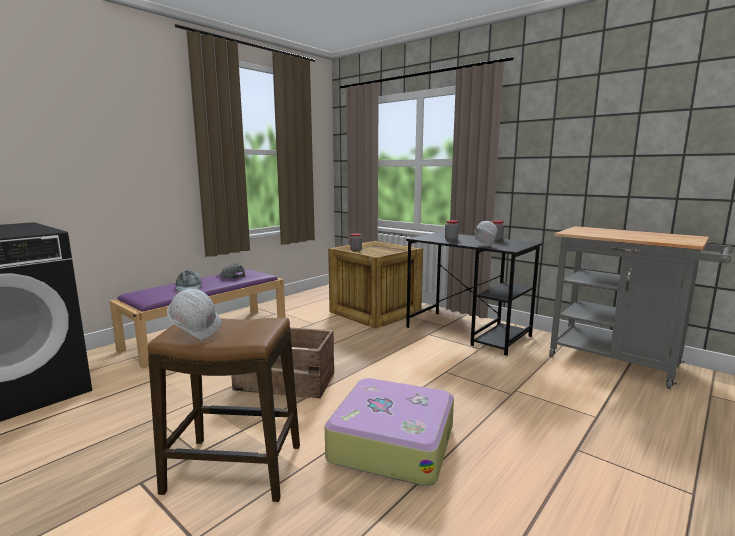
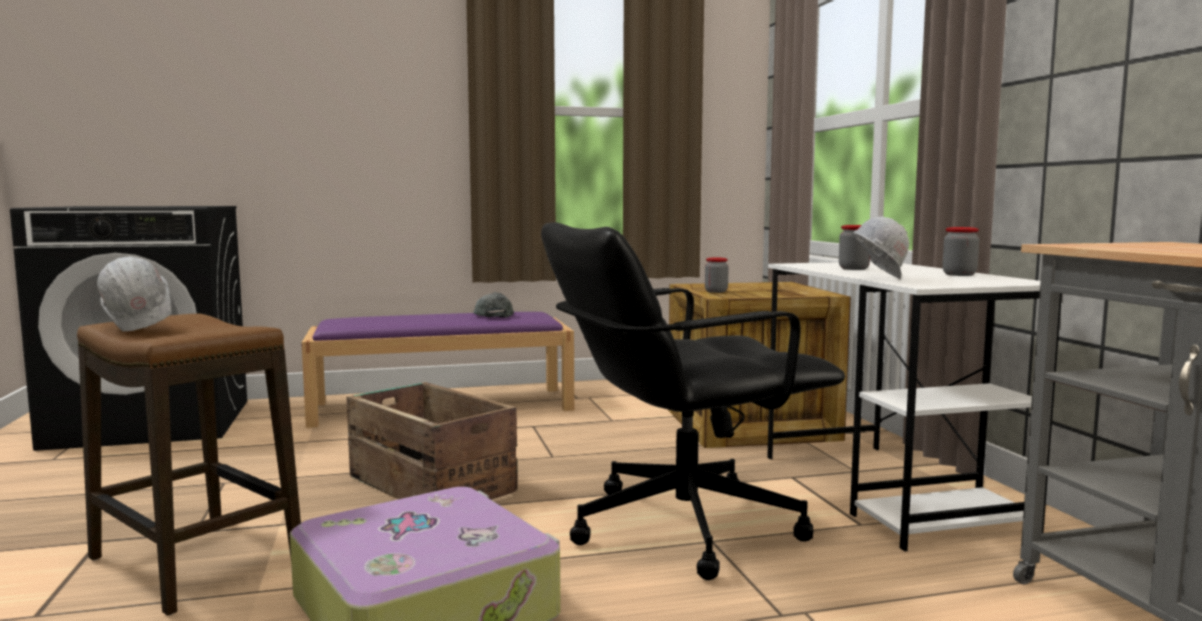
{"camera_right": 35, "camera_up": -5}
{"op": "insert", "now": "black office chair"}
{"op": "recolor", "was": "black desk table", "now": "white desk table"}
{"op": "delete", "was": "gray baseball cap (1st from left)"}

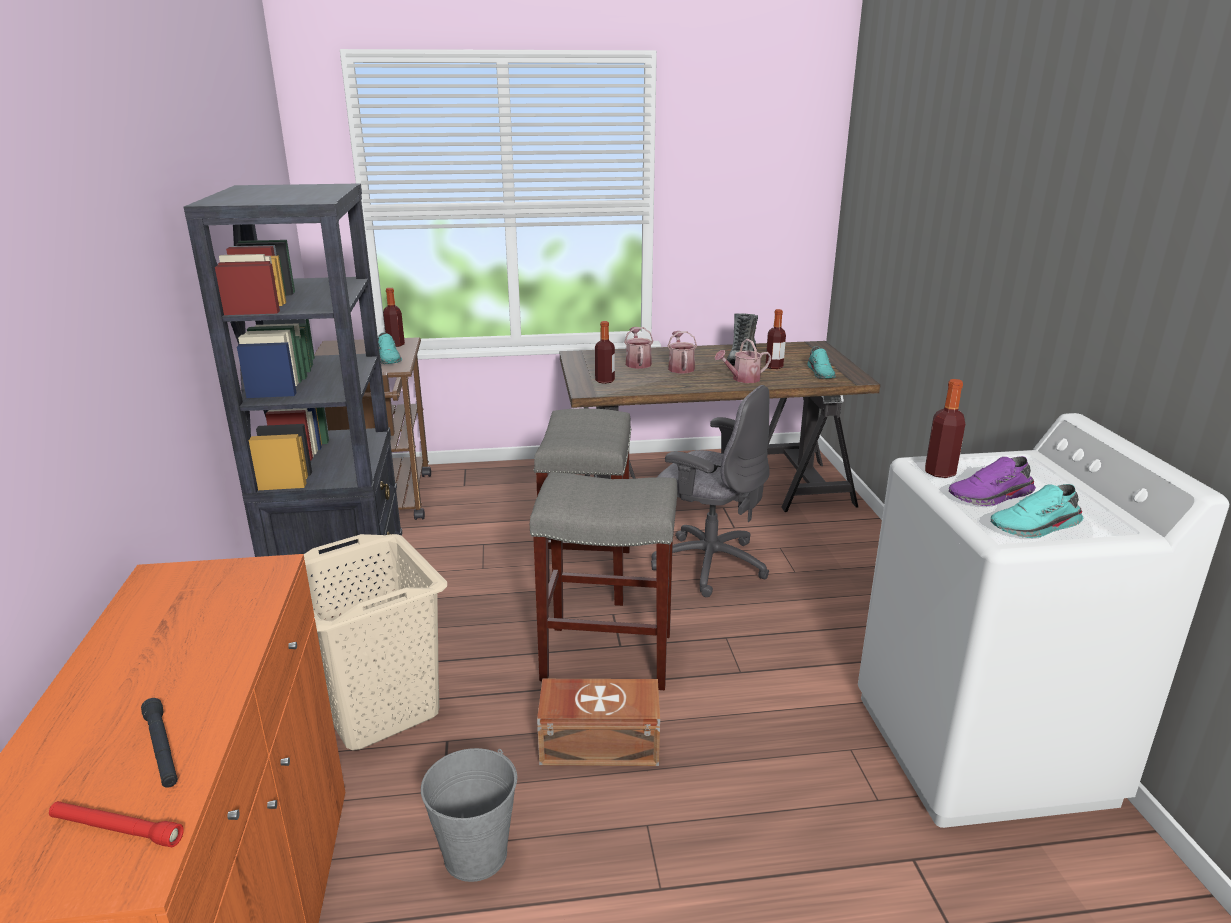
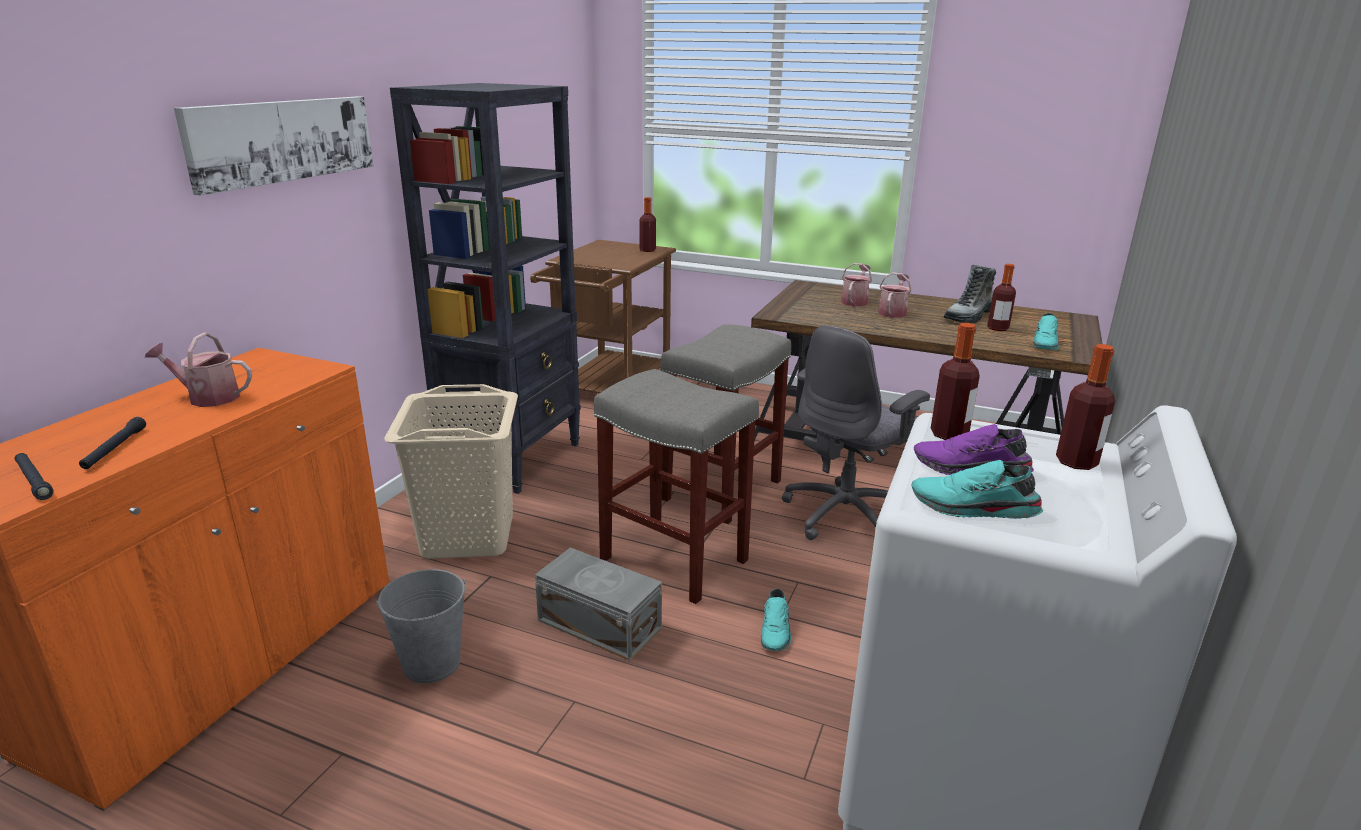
{"camera_right": 30, "camera_up": 0}
{"op": "recolor", "was": "red hand torch", "now": "black hand torch (1st from left)"}
{"op": "move", "was": "watering pot (3rd from left in the first image)", "now": "watering pot (1st from left)"}
{"op": "insert", "now": "wall picture"}
{"op": "recolor", "was": "brown storage bin", "now": "gray storage bin"}
{"op": "move", "was": "turquoise-coloured shoe (1st from left)"}
{"op": "rotate", "was": "gray office chair", "clockwise": 75}
{"op": "move", "was": "drink bottle (2nd from left in the first image)", "now": "drink bottle (4th from left)"}

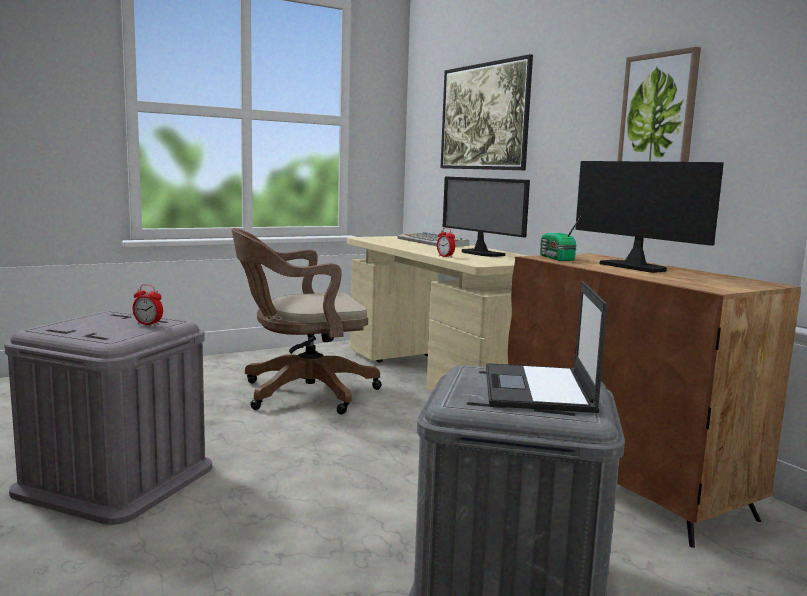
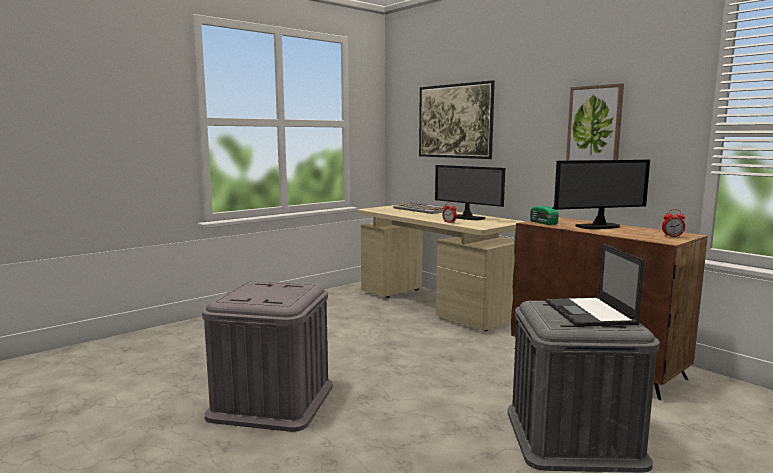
{"camera_right": -10, "camera_up": 0}
{"op": "rotate", "was": "computer screen (2nd from left)", "clockwise": 120}
{"op": "move", "was": "table clock (1st from left in the first image)", "now": "table clock (2nd from left)"}
{"op": "delete", "was": "brown office chair"}

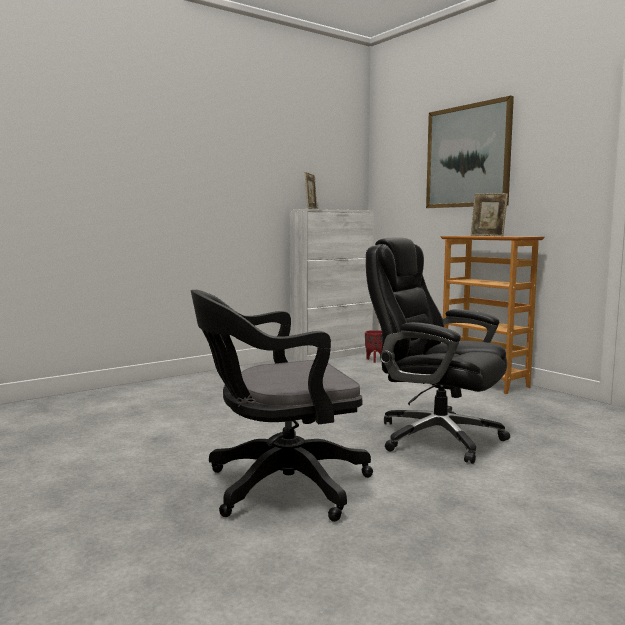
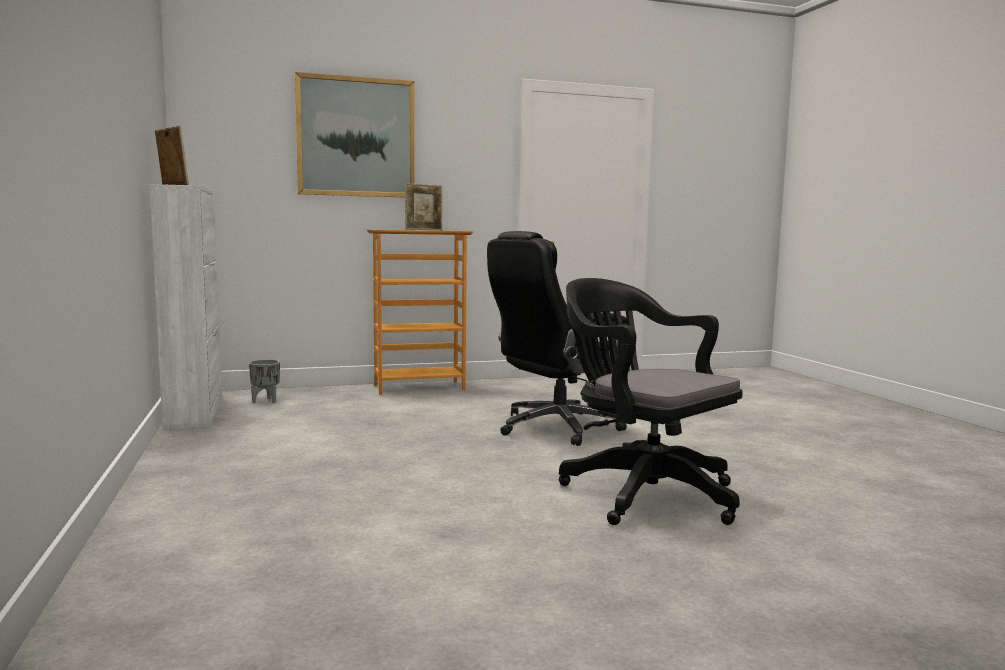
{"camera_right": -70, "camera_up": 0}
{"op": "recolor", "was": "red plant pot", "now": "gray plant pot"}
{"op": "rotate", "was": "black office chair (1st from left in the first image)", "clockwise": 135}

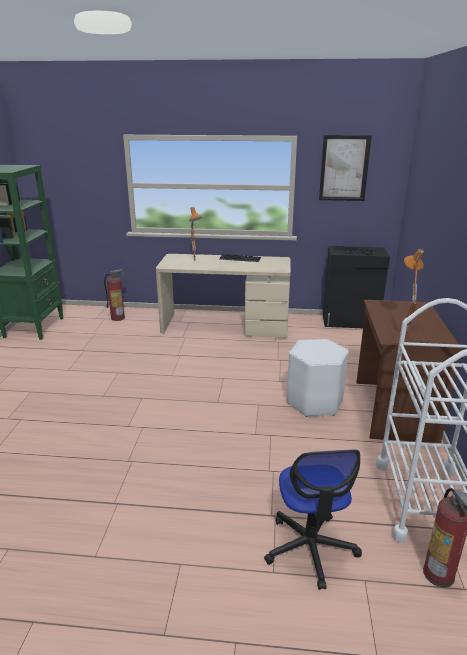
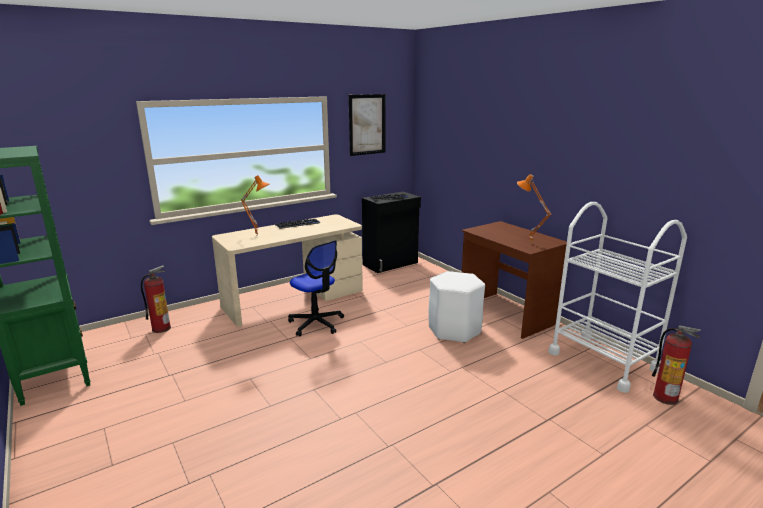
{"camera_right": -40, "camera_up": -5}
{"op": "move", "was": "office chair"}

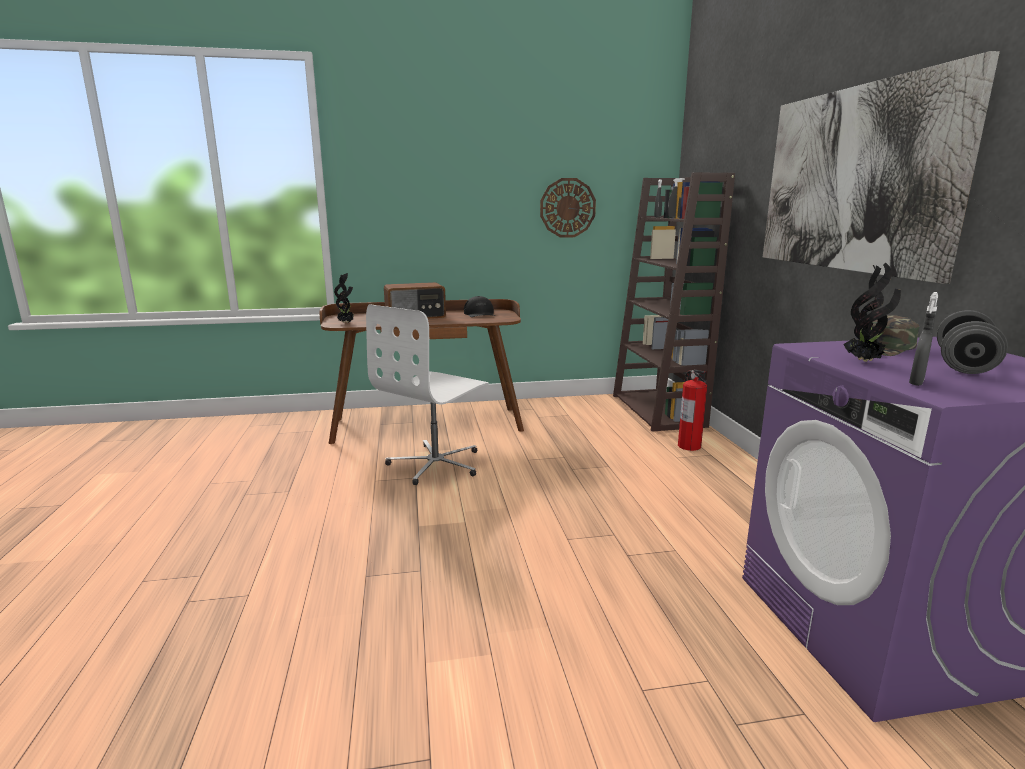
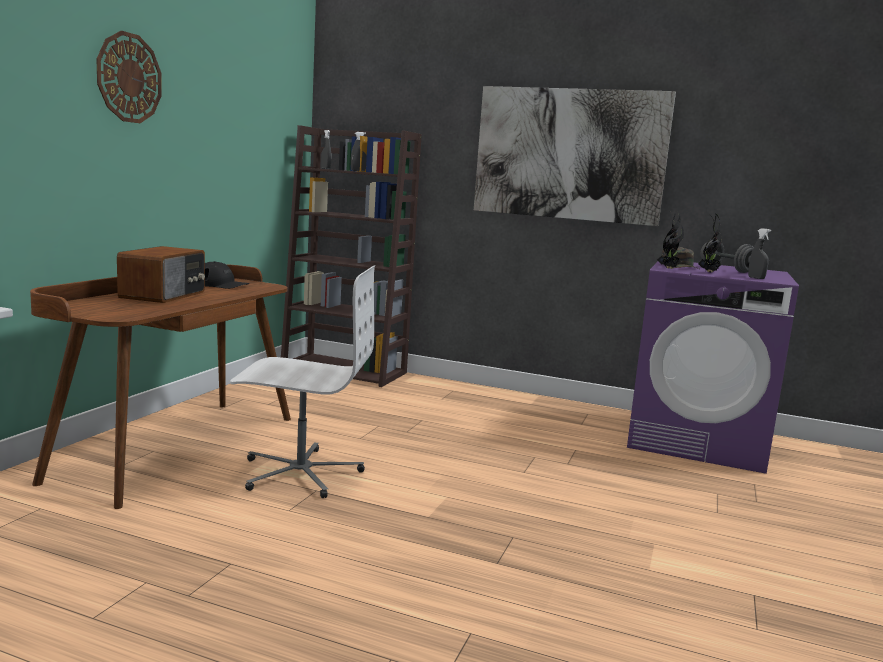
{"camera_right": -60, "camera_up": -5}
{"op": "move", "was": "wall clock"}
{"op": "rotate", "was": "white office chair", "clockwise": -60}
{"op": "move", "was": "potted plant (1st from left)"}
{"op": "delete", "was": "fire extinguisher"}

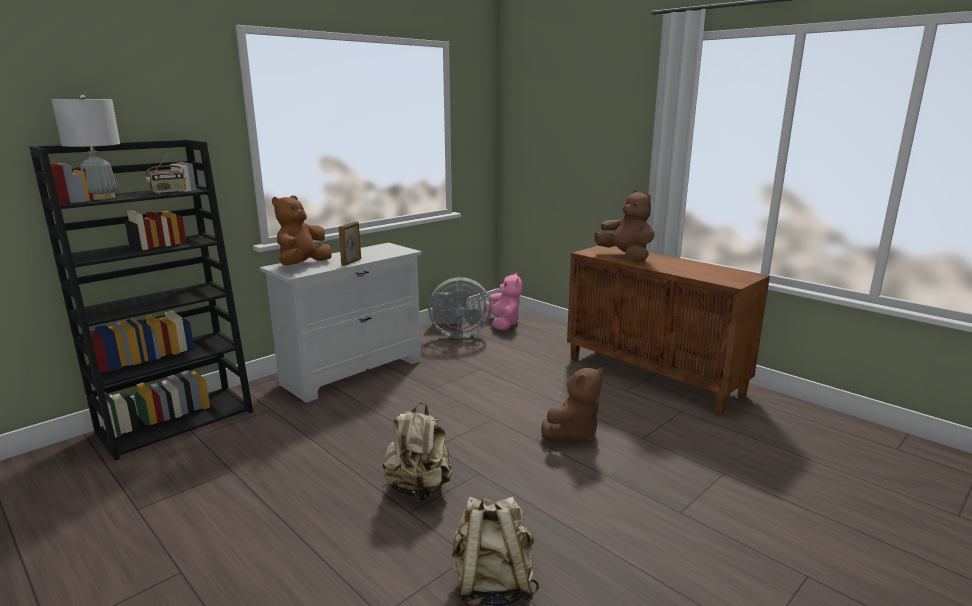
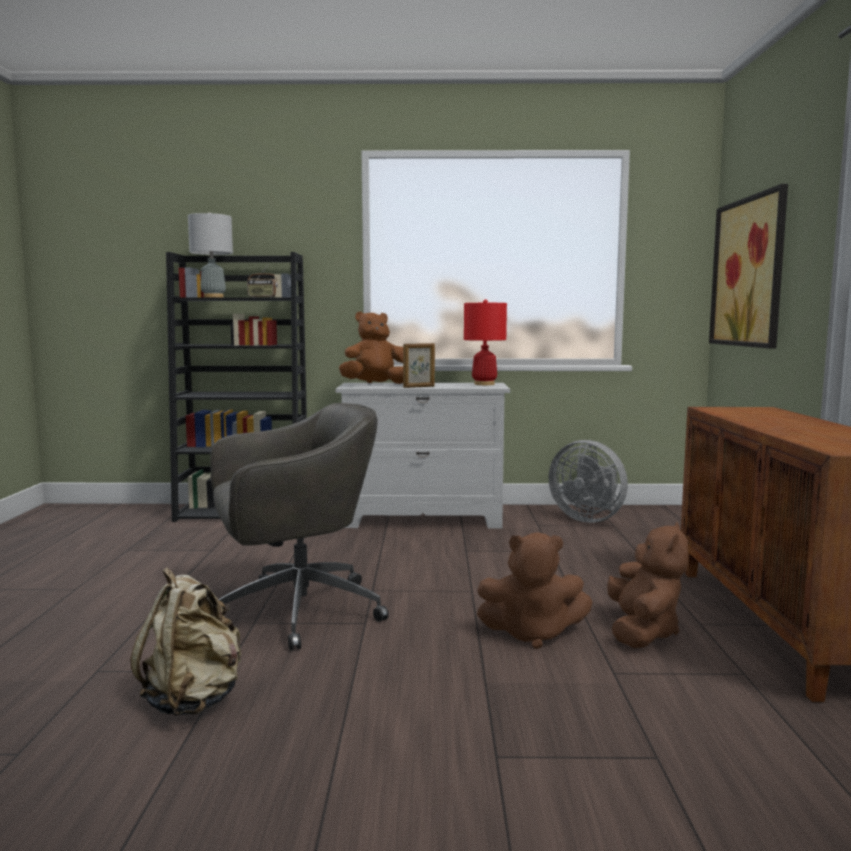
{"camera_right": 45, "camera_up": -10}
{"op": "replace", "was": "sand-coloured backpack (1st from left)", "now": "gray office chair"}
{"op": "insert", "now": "red lamp for a table"}
{"op": "move", "was": "brown cuddly toy (3rd from left)"}
{"op": "insert", "now": "wall picture"}
{"op": "delete", "was": "pink cuddly toy"}

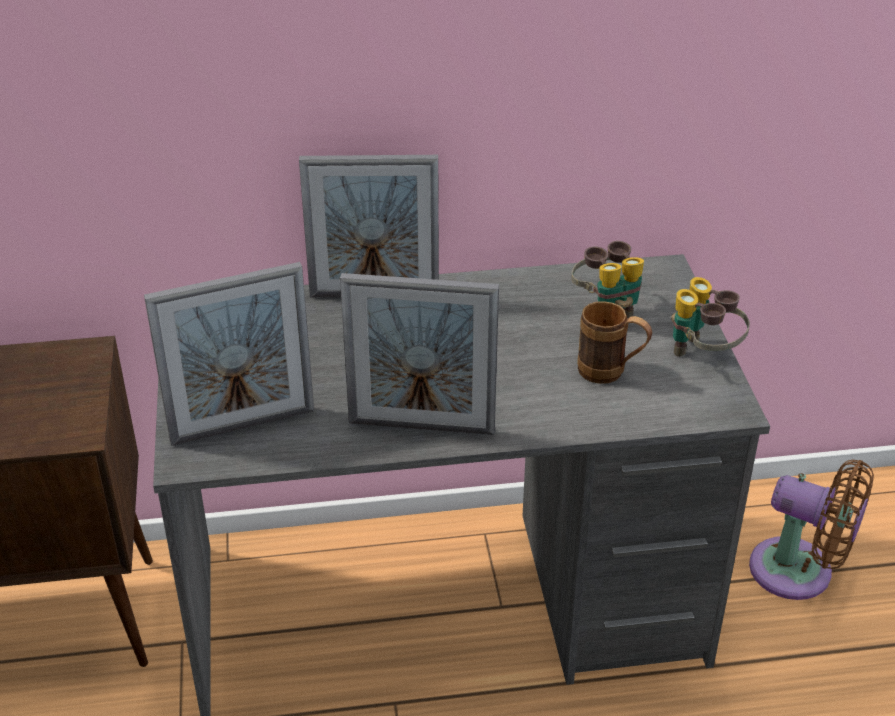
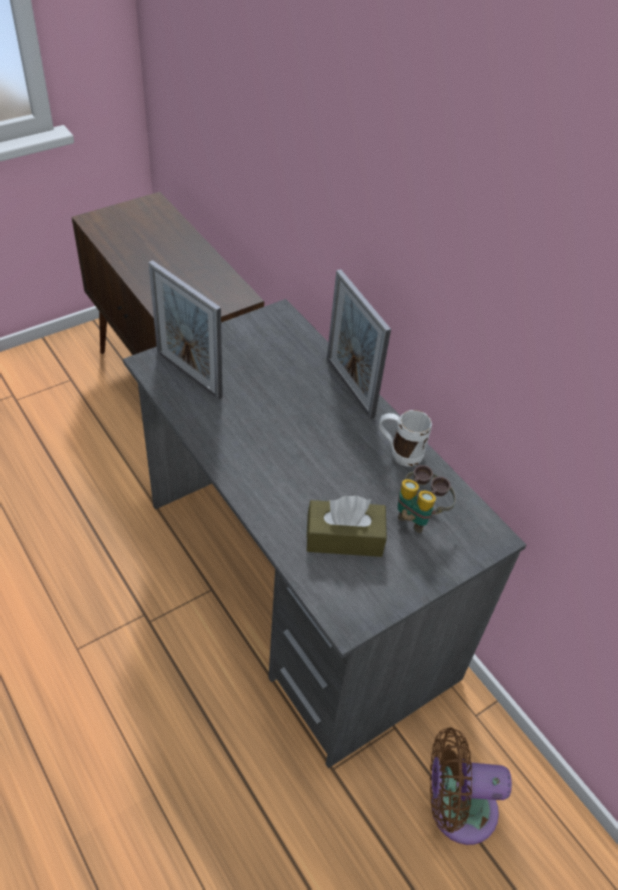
{"camera_right": 60, "camera_up": 10}
{"op": "replace", "was": "brown coffee mug", "now": "brown tissue box"}
{"op": "insert", "now": "white coffee mug"}
{"op": "rotate", "was": "brown electric fan", "clockwise": 90}
{"op": "delete", "was": "photo frame (3rd from left)"}
{"op": "delete", "was": "binoculars (2nd from left)"}

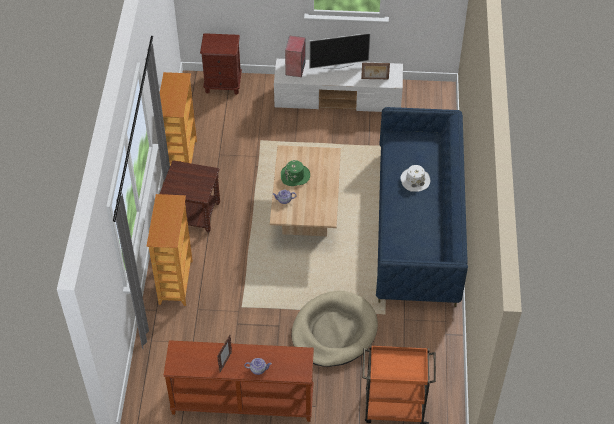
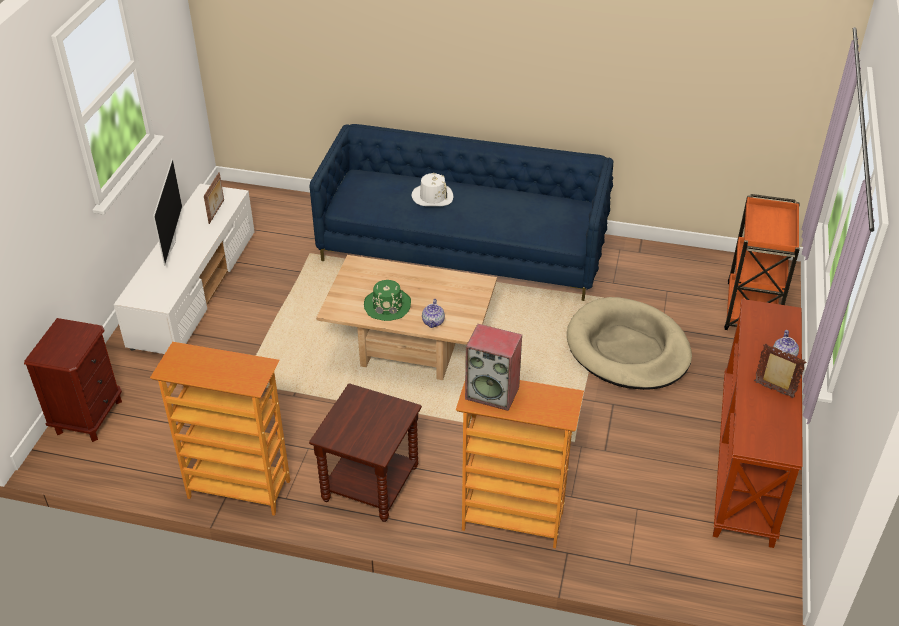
{"camera_right": -80, "camera_up": -10}
{"op": "move", "was": "audio speaker"}

